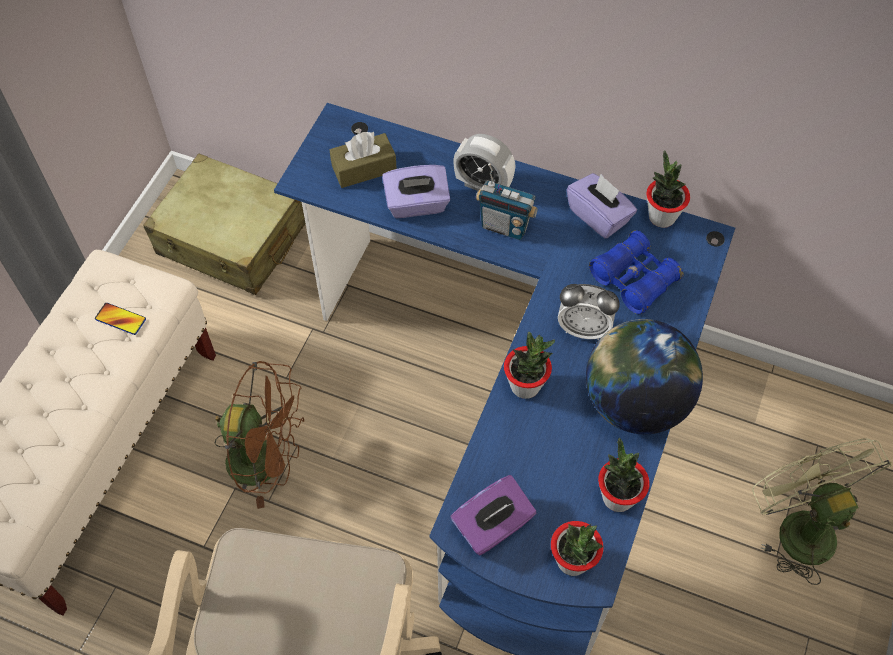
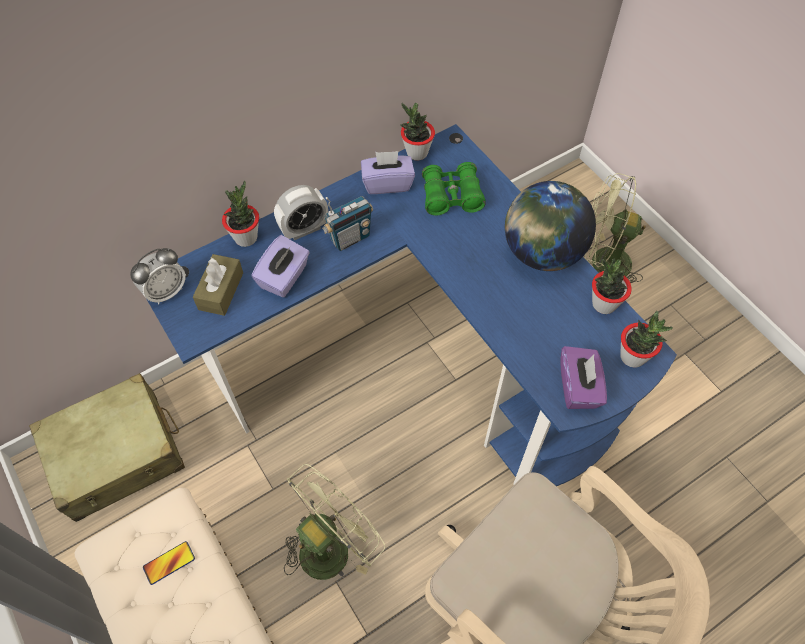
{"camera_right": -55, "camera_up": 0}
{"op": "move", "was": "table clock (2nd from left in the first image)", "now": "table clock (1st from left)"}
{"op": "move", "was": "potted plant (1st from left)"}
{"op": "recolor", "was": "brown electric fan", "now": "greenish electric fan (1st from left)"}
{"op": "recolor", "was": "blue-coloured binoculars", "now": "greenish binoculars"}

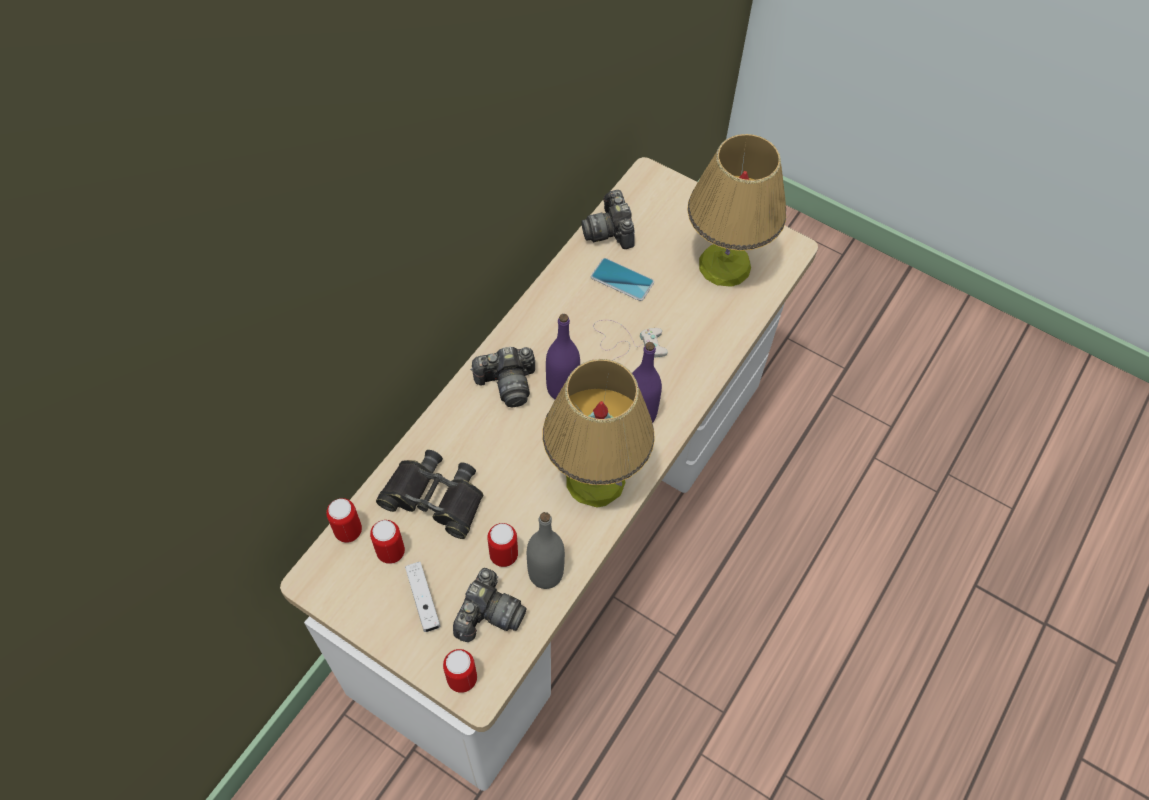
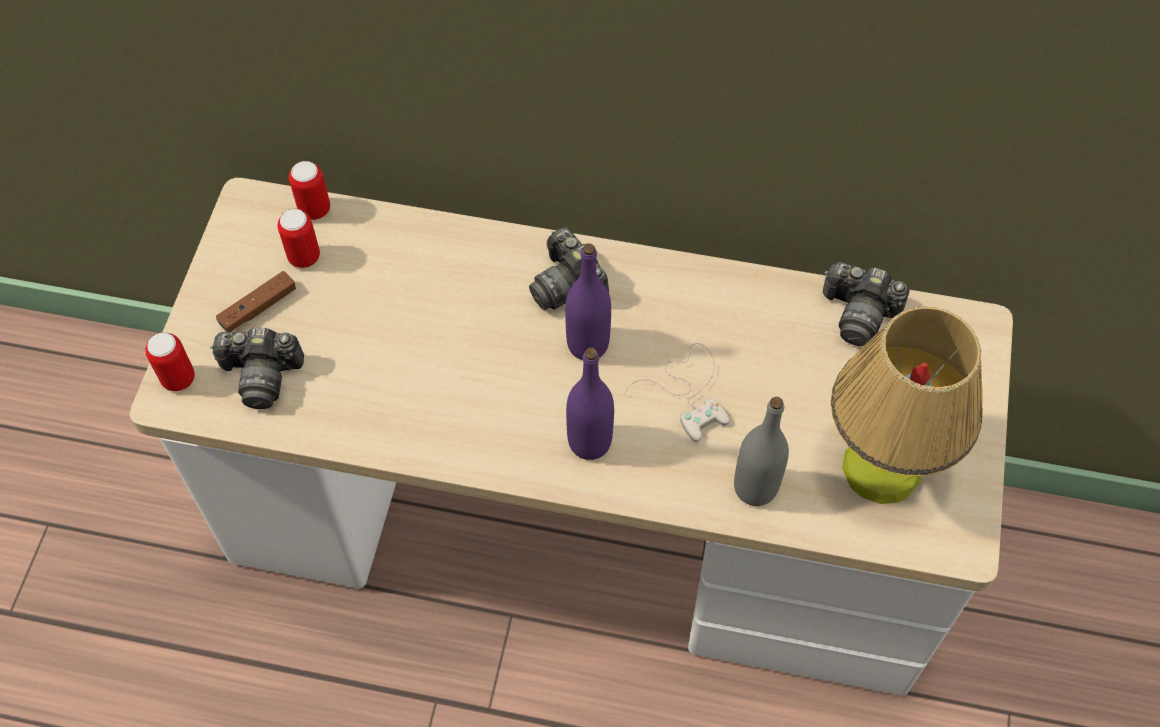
{"camera_right": 70, "camera_up": 0}
{"op": "recolor", "was": "white gamepad (1st from left)", "now": "brown gamepad"}
{"op": "move", "was": "gray drink bottle"}
{"op": "rotate", "was": "still camera (3rd from left)", "clockwise": -120}
{"op": "delete", "was": "black binoculars"}
{"op": "delete", "was": "sealed can (4th from left)"}
{"op": "delete", "was": "lamp for a table (1st from left)"}
{"op": "delete", "was": "telephone"}

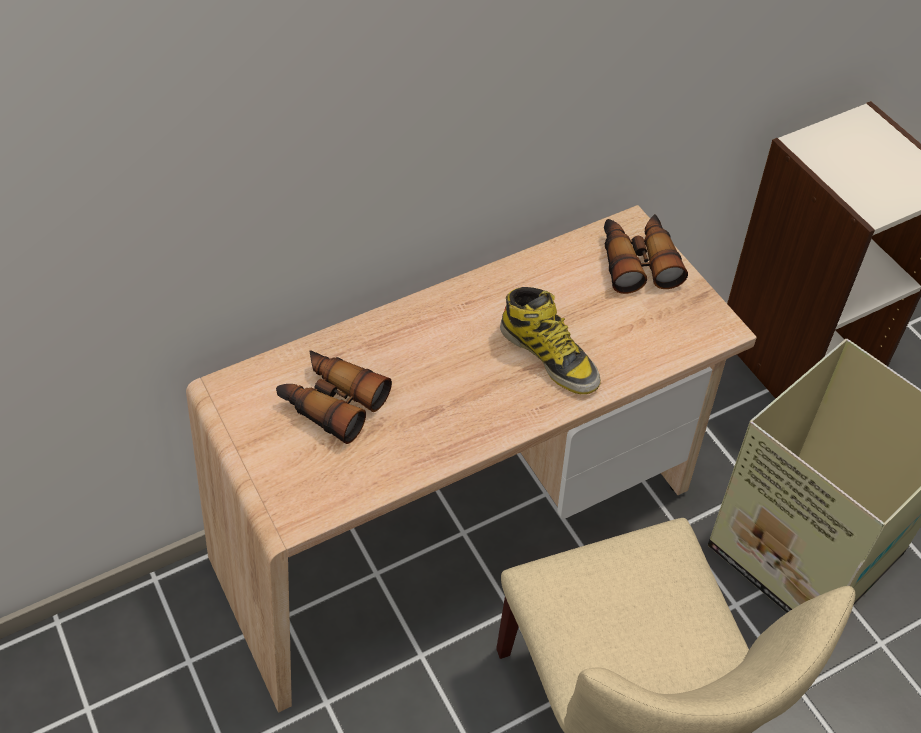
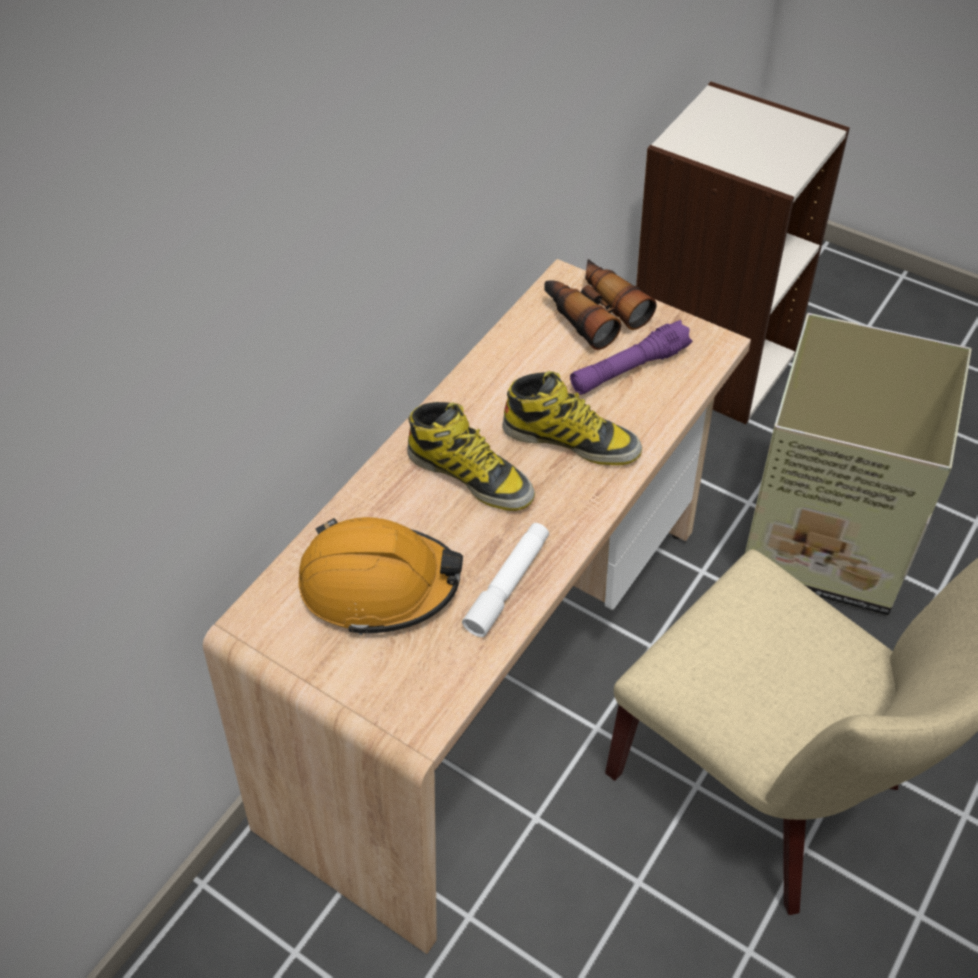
{"camera_right": -25, "camera_up": 0}
{"op": "replace", "was": "binoculars (1st from left)", "now": "orange hard hat"}
{"op": "insert", "now": "boot (1st from left)"}
{"op": "insert", "now": "white hand torch"}
{"op": "insert", "now": "purple-coloured hand torch"}

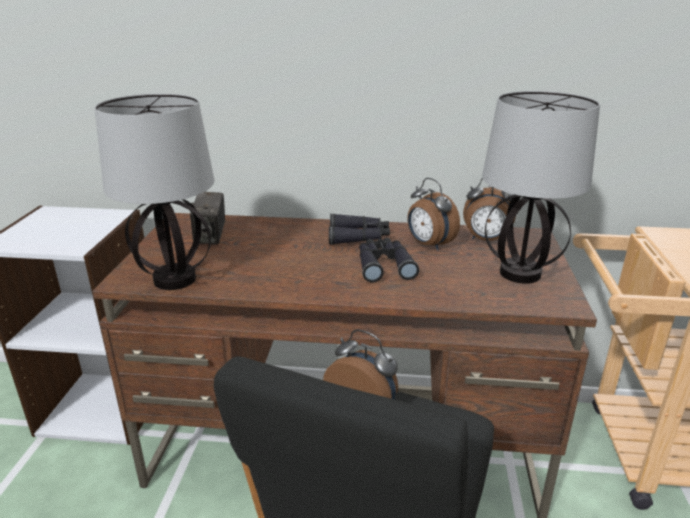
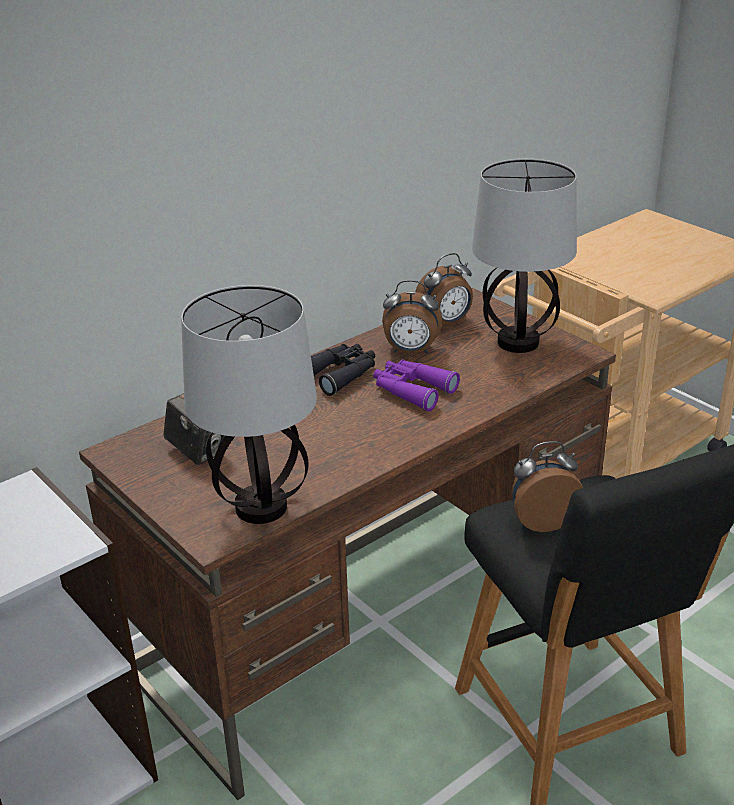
{"camera_right": -45, "camera_up": 5}
{"op": "recolor", "was": "black binoculars (2nd from left)", "now": "purple-coloured binoculars"}

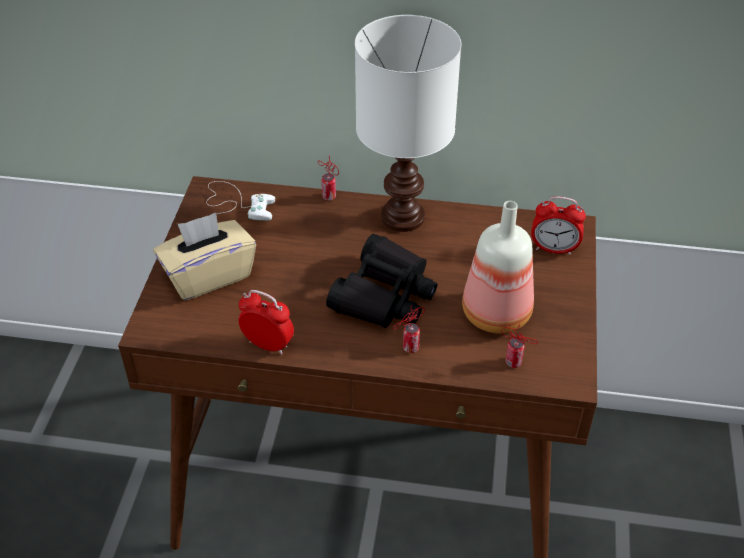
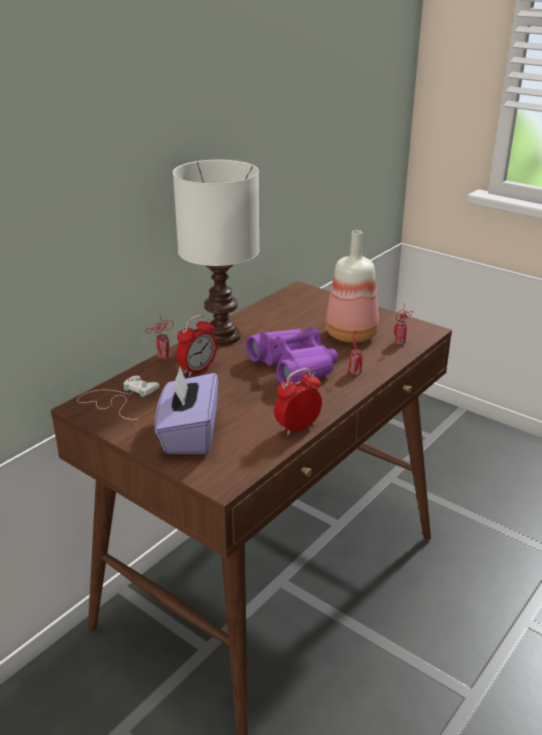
{"camera_right": -60, "camera_up": -15}
{"op": "recolor", "was": "sand-coloured tissue box", "now": "purple-coloured tissue box"}
{"op": "move", "was": "table clock (2nd from left in the first image)", "now": "table clock (1st from left)"}
{"op": "recolor", "was": "black binoculars", "now": "purple-coloured binoculars"}

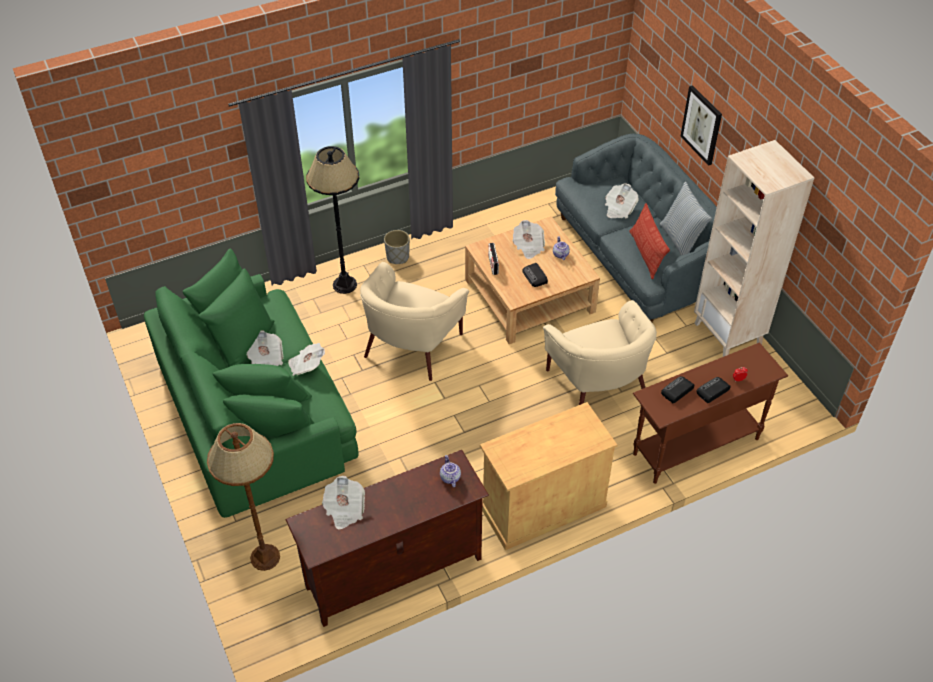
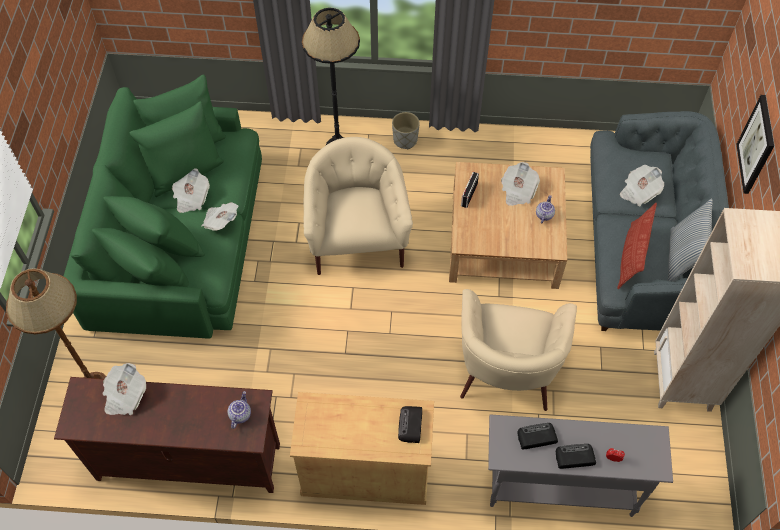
{"camera_right": 30, "camera_up": 10}
{"op": "rotate", "was": "sand-coloured armchair (1st from left)", "clockwise": 120}
{"op": "move", "was": "radio set (2nd from left in the first image)", "now": "radio set (1st from left)"}
{"op": "recolor", "was": "brown hall table", "now": "gray hall table"}

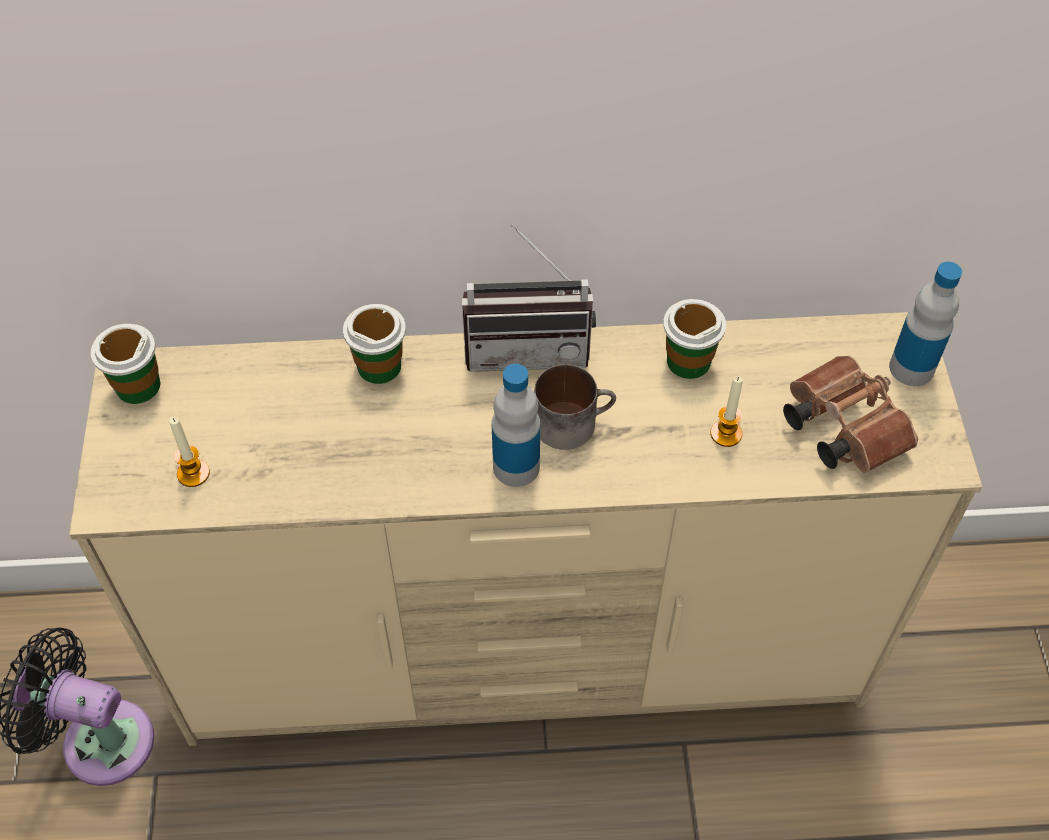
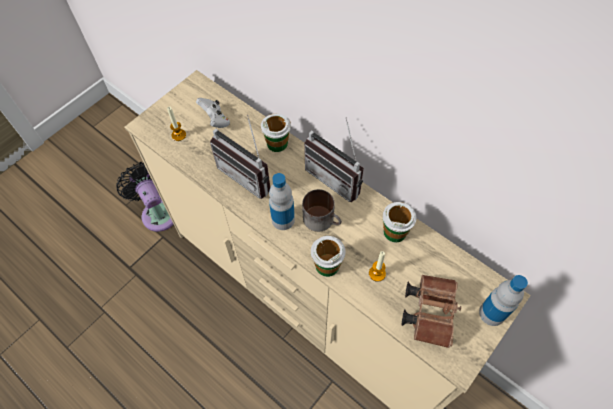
{"camera_right": 45, "camera_up": 5}
{"op": "insert", "now": "white gamepad"}
{"op": "insert", "now": "radio set (1st from left)"}
{"op": "move", "was": "small cup (1st from left in the first image)", "now": "small cup (2nd from left)"}

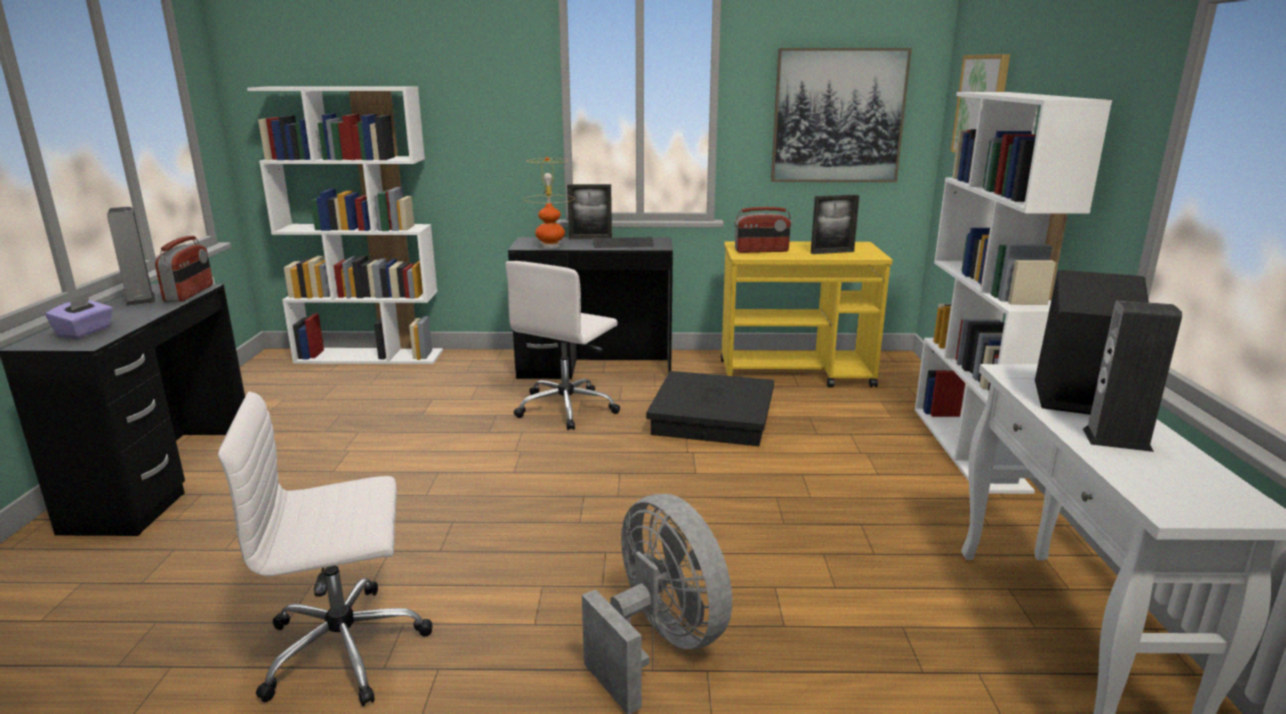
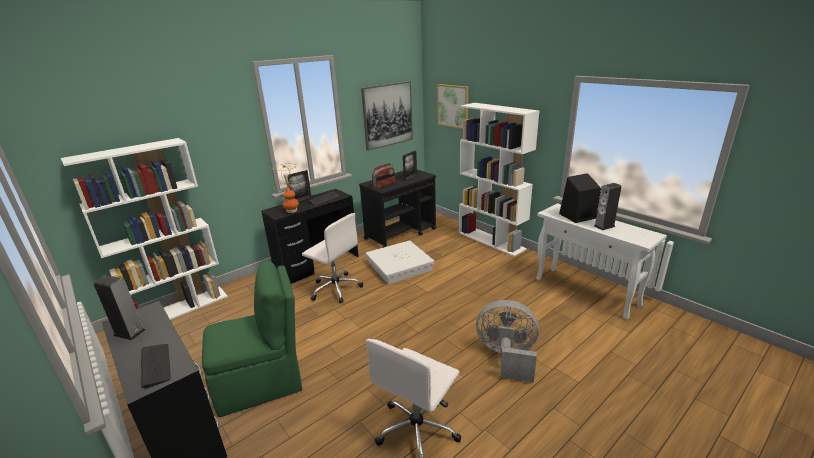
{"camera_right": -40, "camera_up": 5}
{"op": "replace", "was": "purple-coloured tissue box", "now": "computer keyboard (1st from left)"}
{"op": "insert", "now": "greenish upright chair"}
{"op": "rotate", "was": "white office chair (2nd from left in the first image)", "clockwise": -45}
{"op": "recolor", "was": "yellow wheeled cart", "now": "black wheeled cart"}
{"op": "recolor", "was": "black storage bin", "now": "white storage bin"}
{"op": "delete", "was": "radio set (1st from left)"}

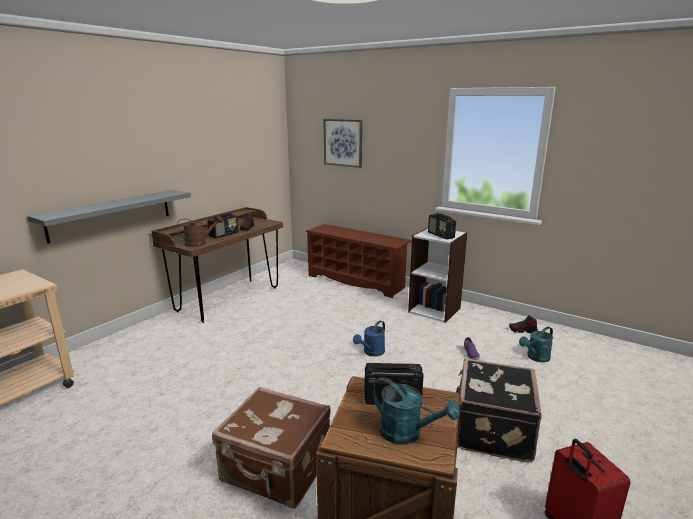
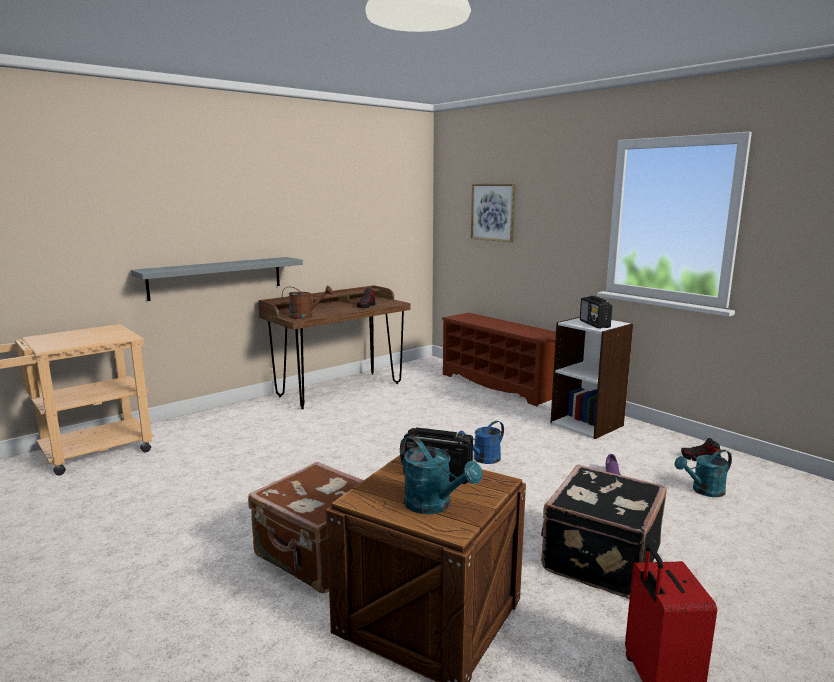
{"camera_right": 15, "camera_up": -5}
{"op": "delete", "was": "radio set (1st from left)"}

